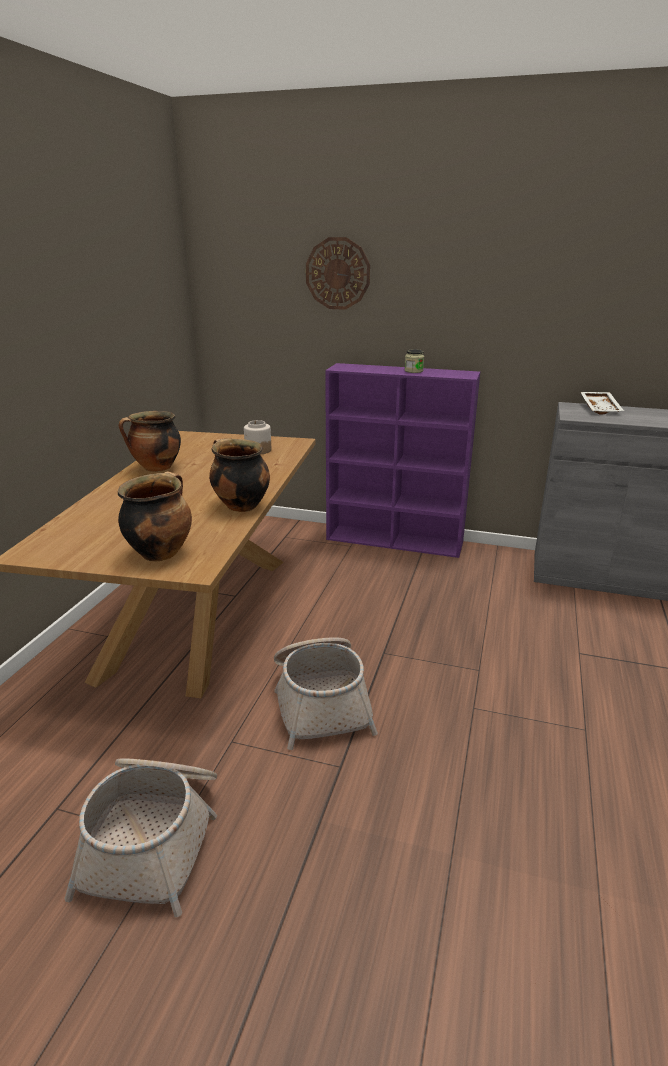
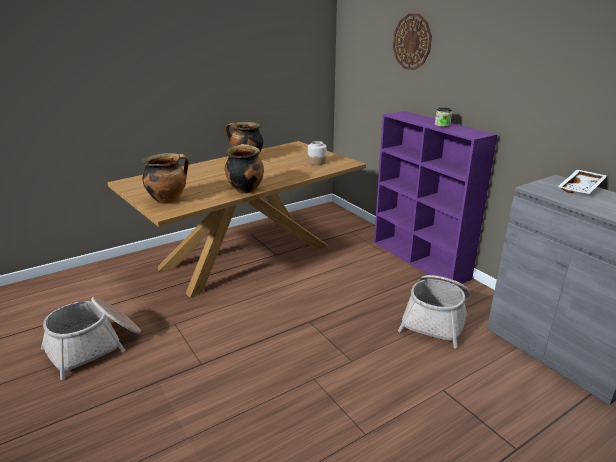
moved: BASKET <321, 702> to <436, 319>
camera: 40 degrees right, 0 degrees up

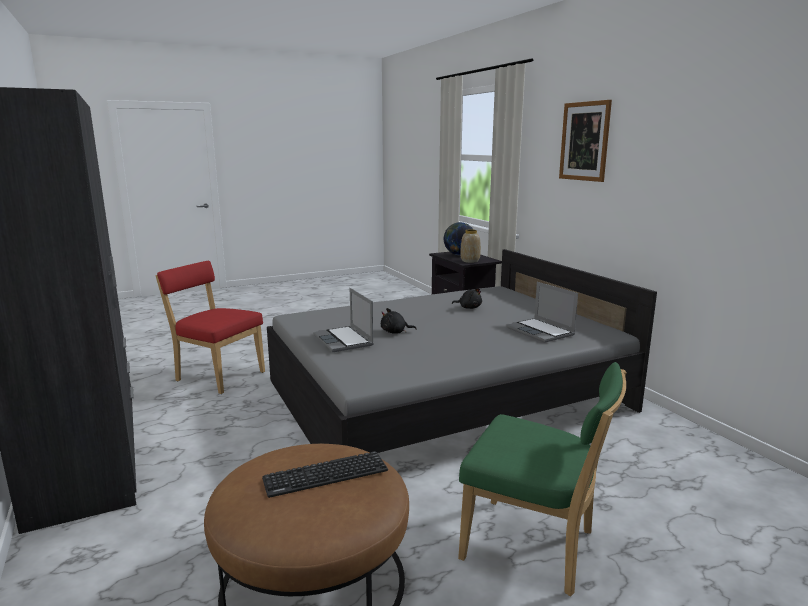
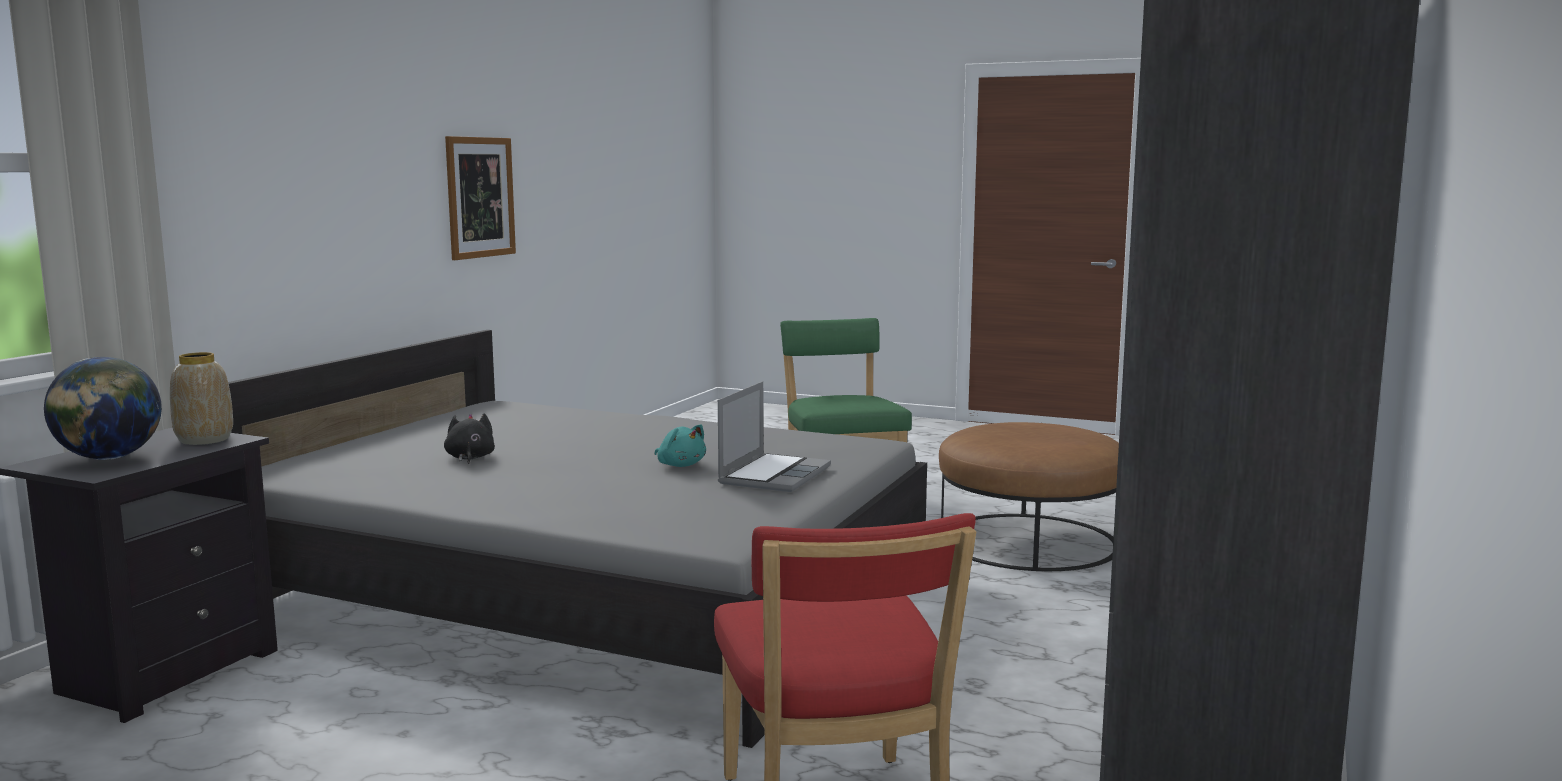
removed: PC KEYBOARD <326, 475>; PORTABLE COMPUTER <541, 332>
moved: WALL ART <584, 141> to <480, 197>
recoloured: BLACK-COLOURED SOFT TOY <395, 332> to TURQUOISE SOFT TOY <680, 465>
camera: 130 degrees left, 5 degrees down

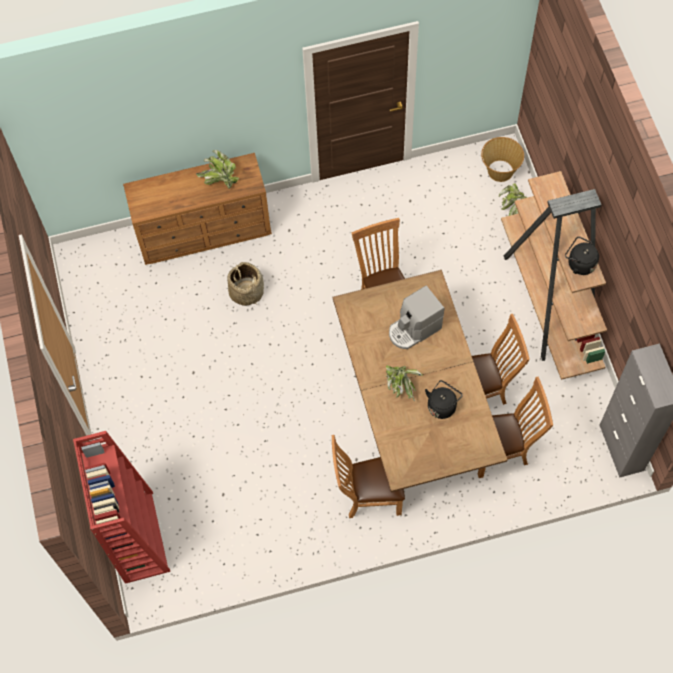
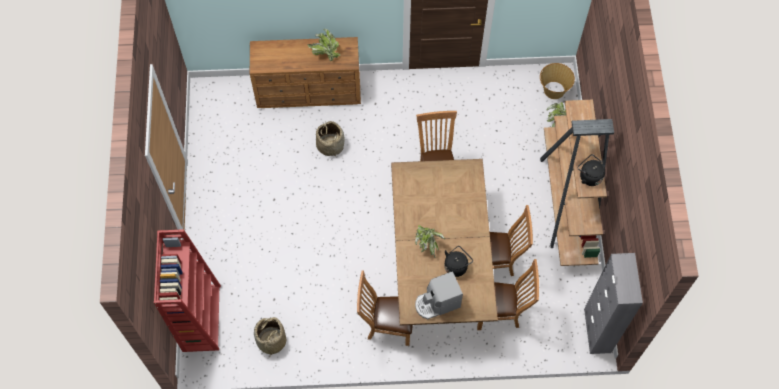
added: BASKET <271, 341>
moved: COFFEE MACHINE <414, 329> to <437, 303>
camera: 10 degrees right, 0 degrees up

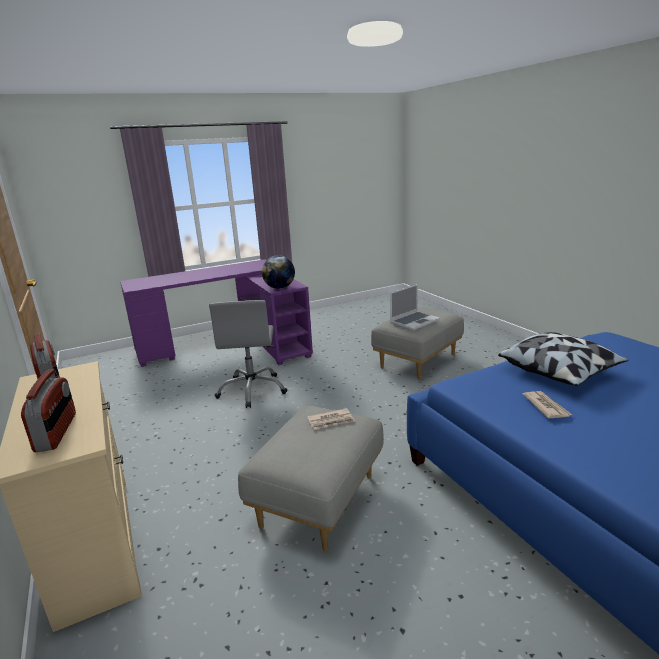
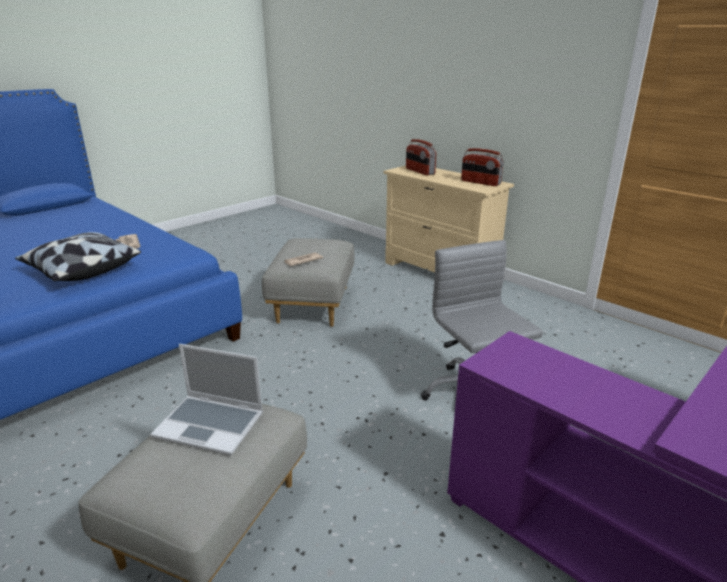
removed: DESK GLOBE <279, 288>
turned: PORTABLE COMPUTER <414, 321> = <211, 425> 105 degrees counterclockwise
camera: 160 degrees right, 5 degrees up

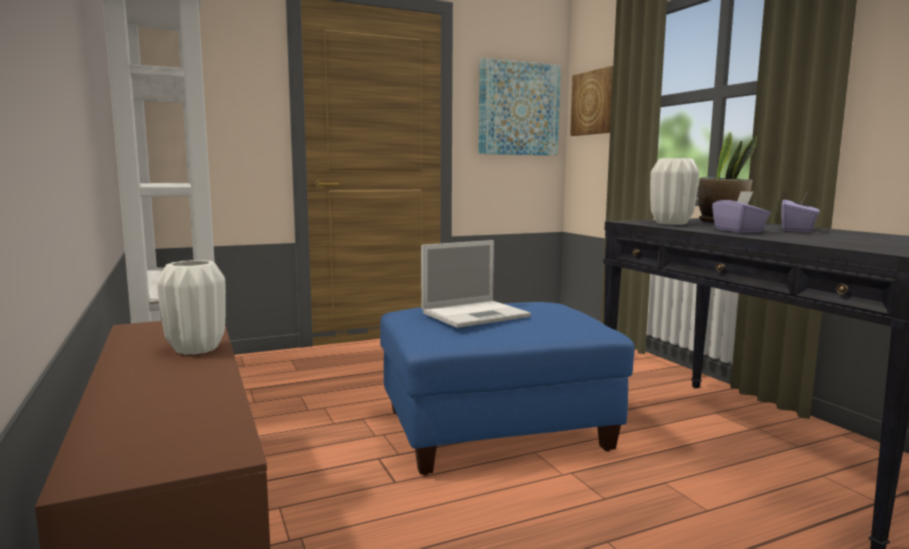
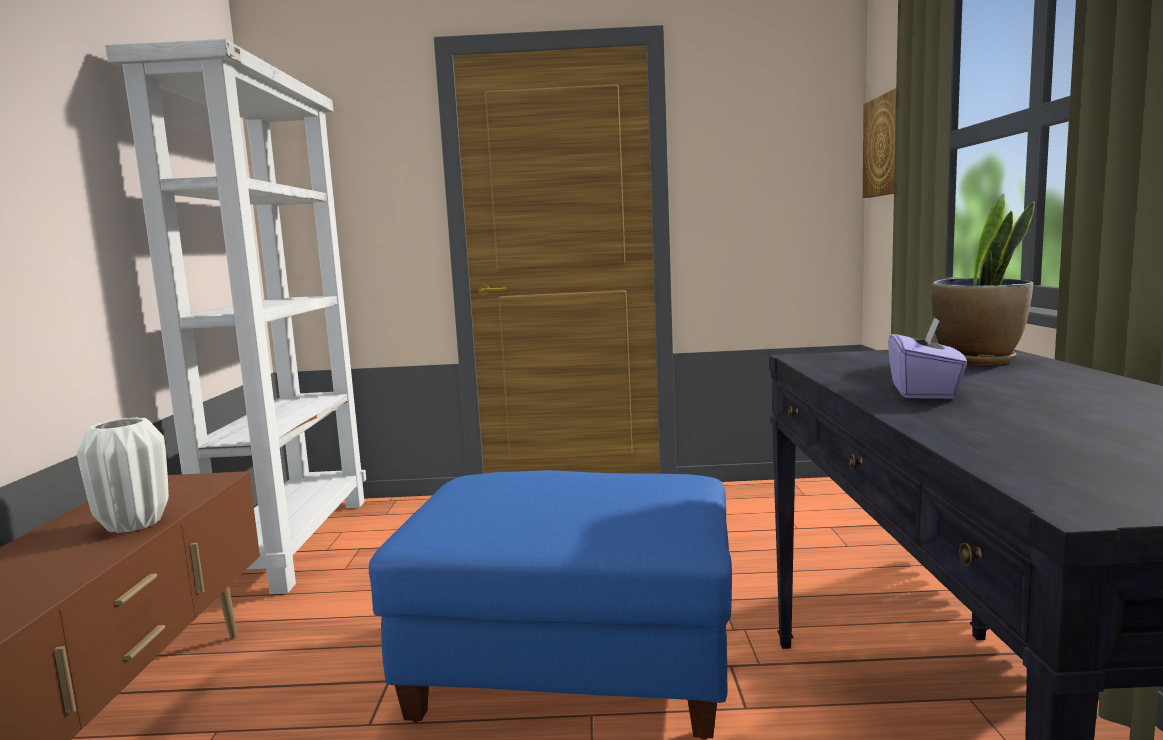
removed: PORTABLE COMPUTER <476, 314>; WALL ART <518, 109>; WHITE DECORATIVE VASE <671, 223>; PURPLE-COLOURED BOX OF TISSUES <797, 230>
camera: 25 degrees right, 0 degrees up

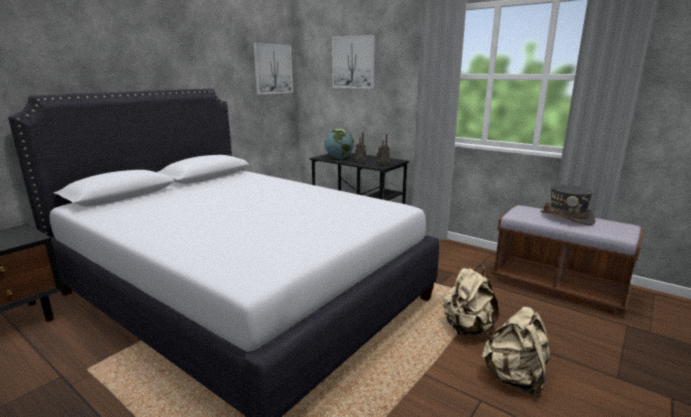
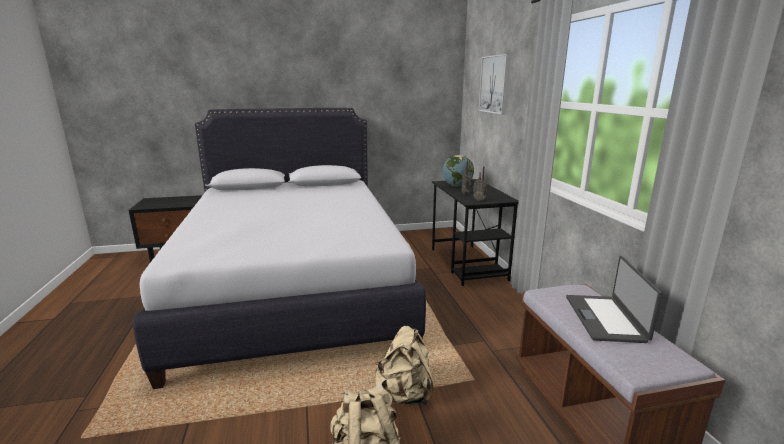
removed: WALL ART <273, 69>
replaced: GREYISH HAT <566, 217> to PORTABLE COMPUTER <605, 318>
camera: 40 degrees right, 0 degrees up

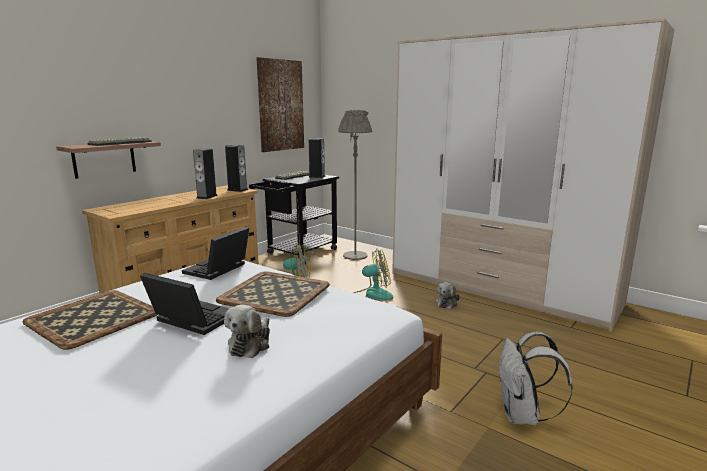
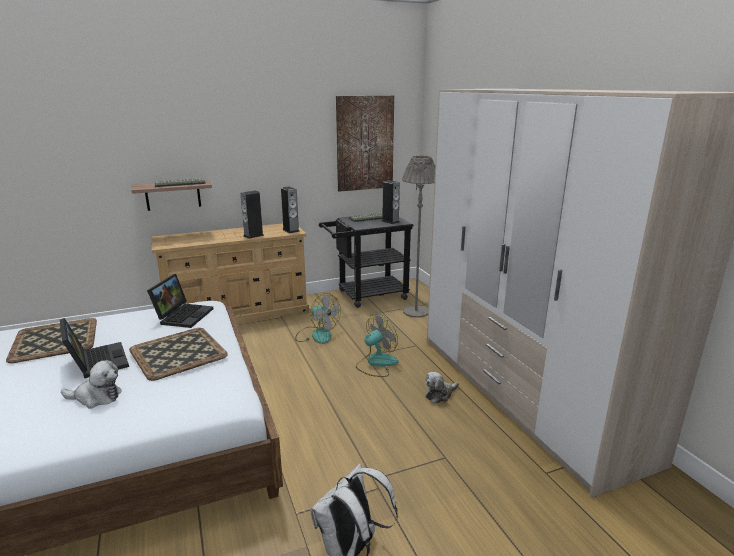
turned: SOFT TOY <251, 344> = <96, 397> 135 degrees counterclockwise; PORTABLE COMPUTER <217, 270> = <183, 315> 135 degrees clockwise; COOLING FAN <372, 295> = <376, 363> 60 degrees counterclockwise
camera: 30 degrees right, 5 degrees up

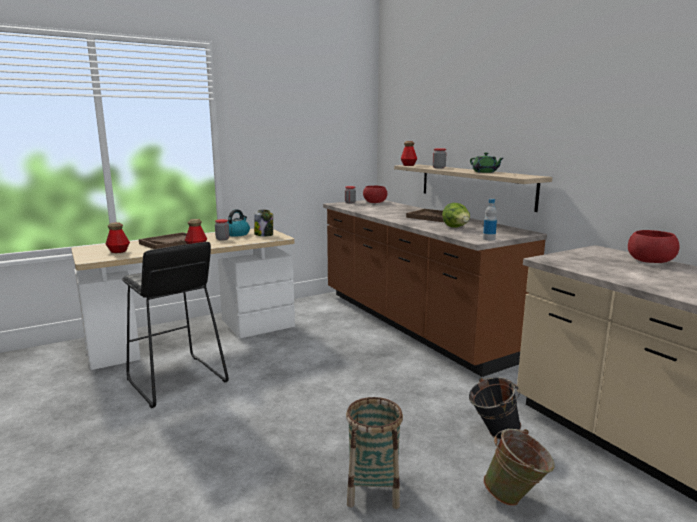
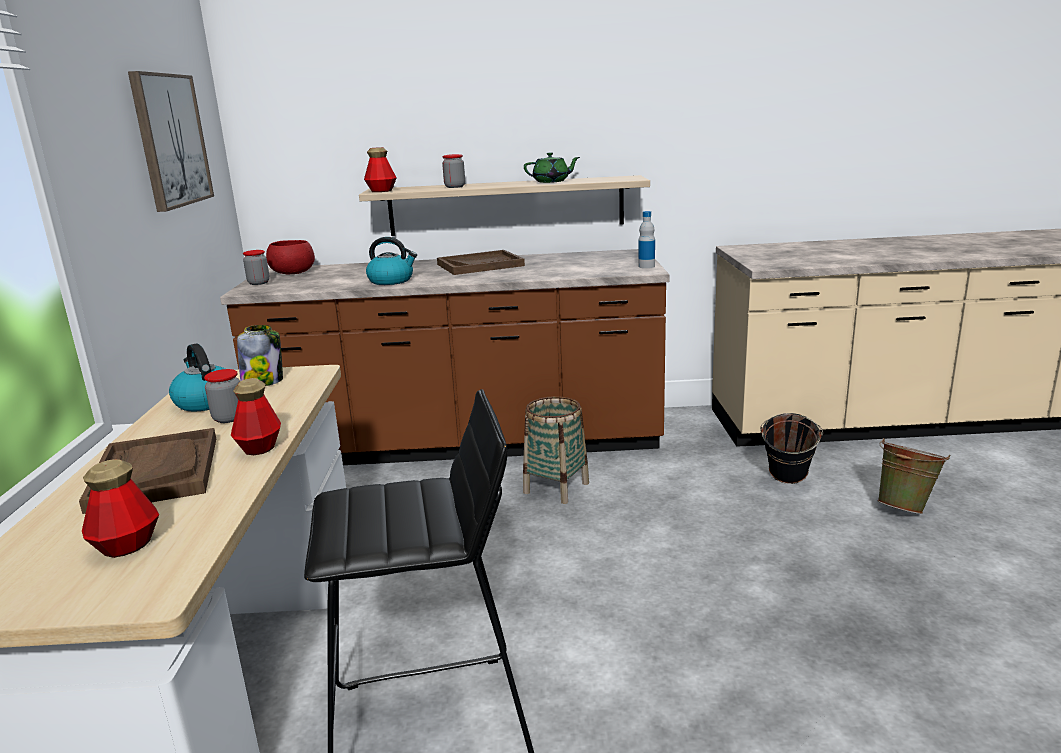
removed: LETTUCE HEAD <456, 228>; RED-COLOURED BOWL <649, 261>
added: WALL ART <170, 140>; TEA KETTLE <392, 281>
moved: BASKET <373, 490> to <556, 488>
camera: 60 degrees left, 5 degrees up

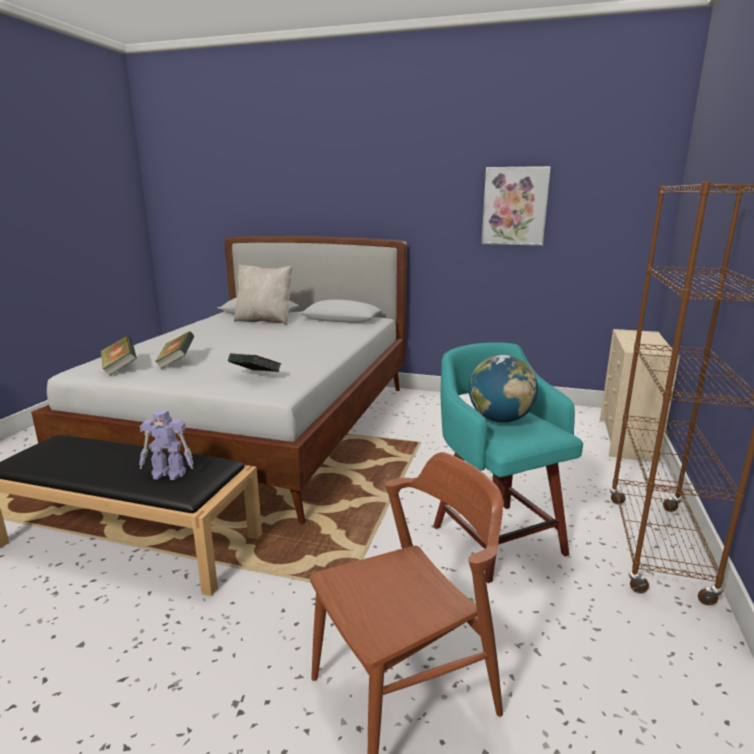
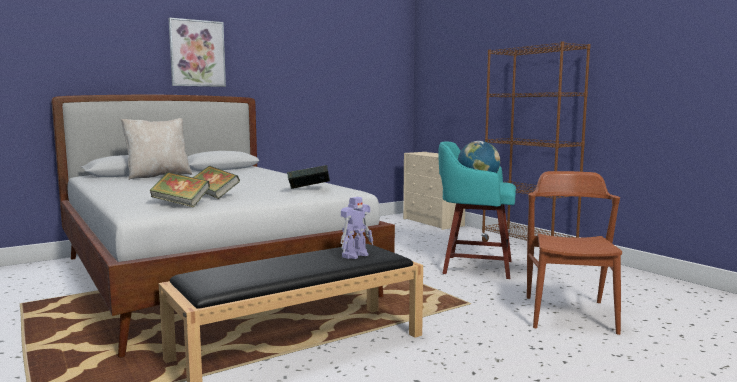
moved: WALL ART <514, 206> to <197, 53>
camera: 50 degrees left, 10 degrees down

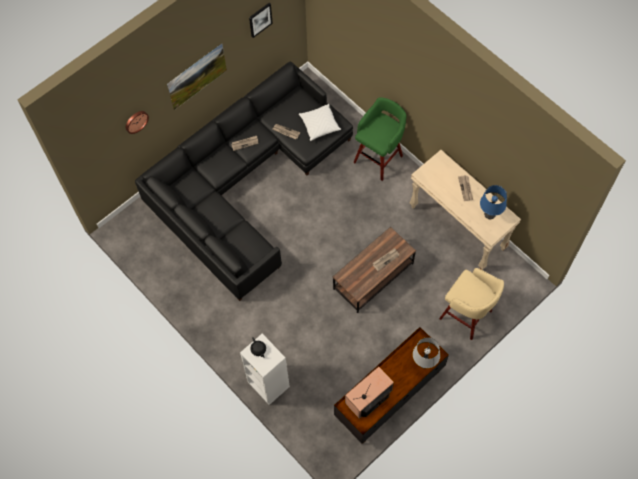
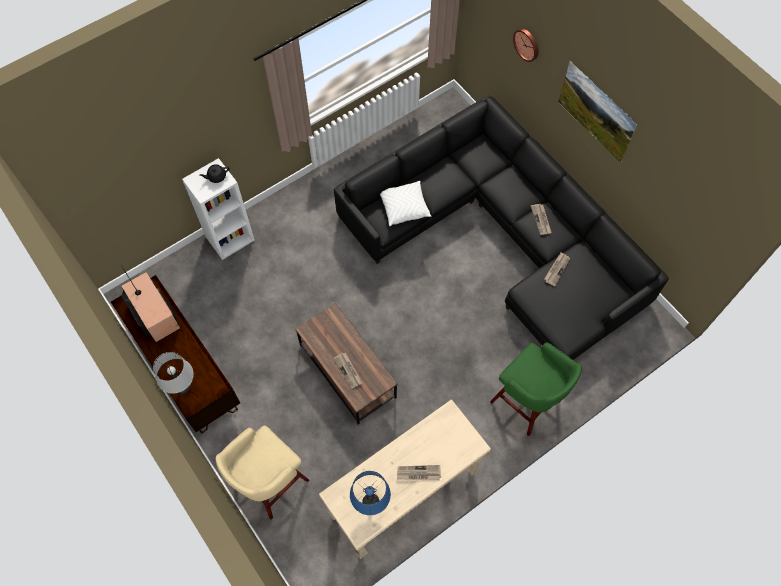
removed: WALL ART <260, 19>
moved: WHITE PILLOW <319, 125> to <404, 207>
camera: 95 degrees right, 0 degrees up

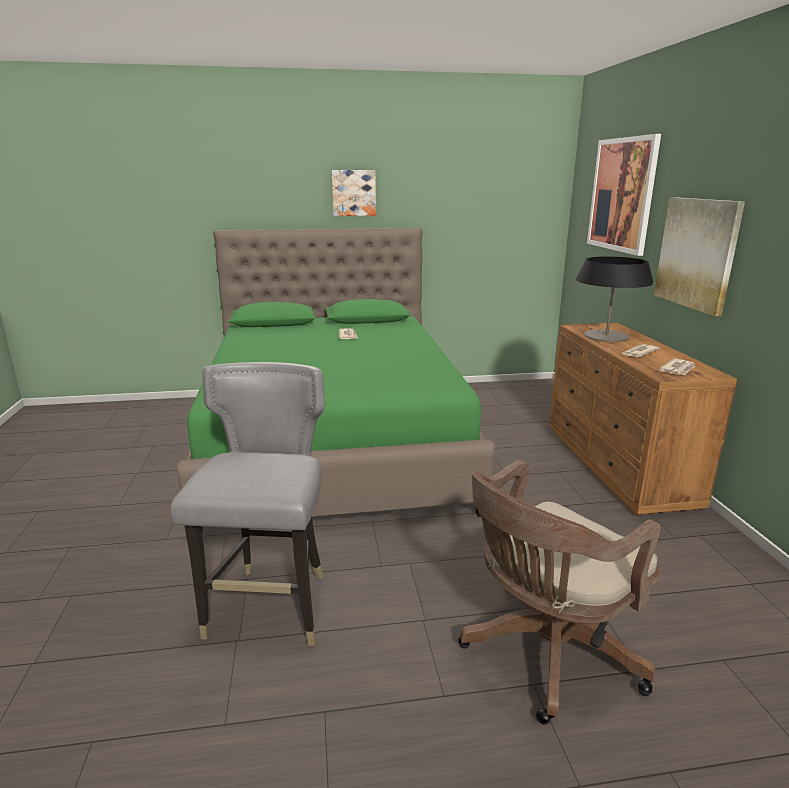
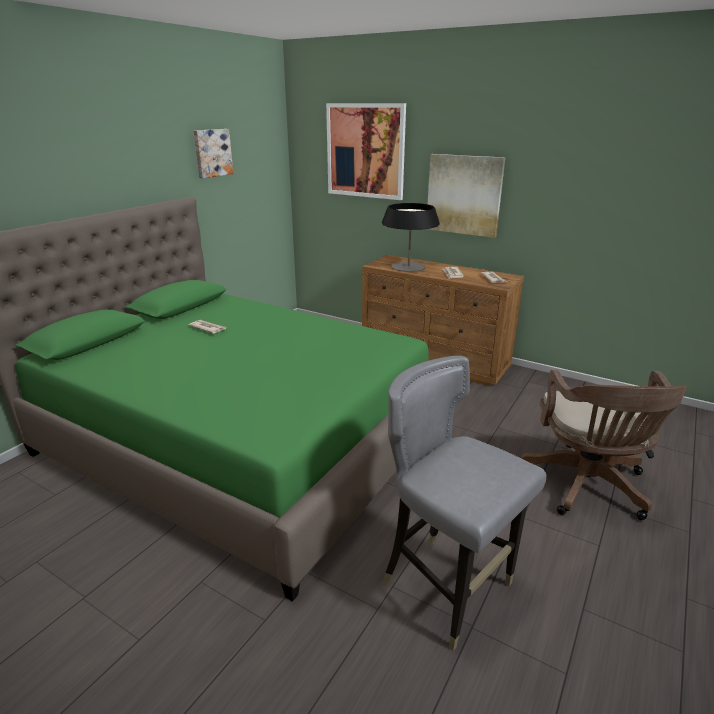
moved: WALL ART <353, 193> to <212, 153>
camera: 50 degrees left, 5 degrees up

